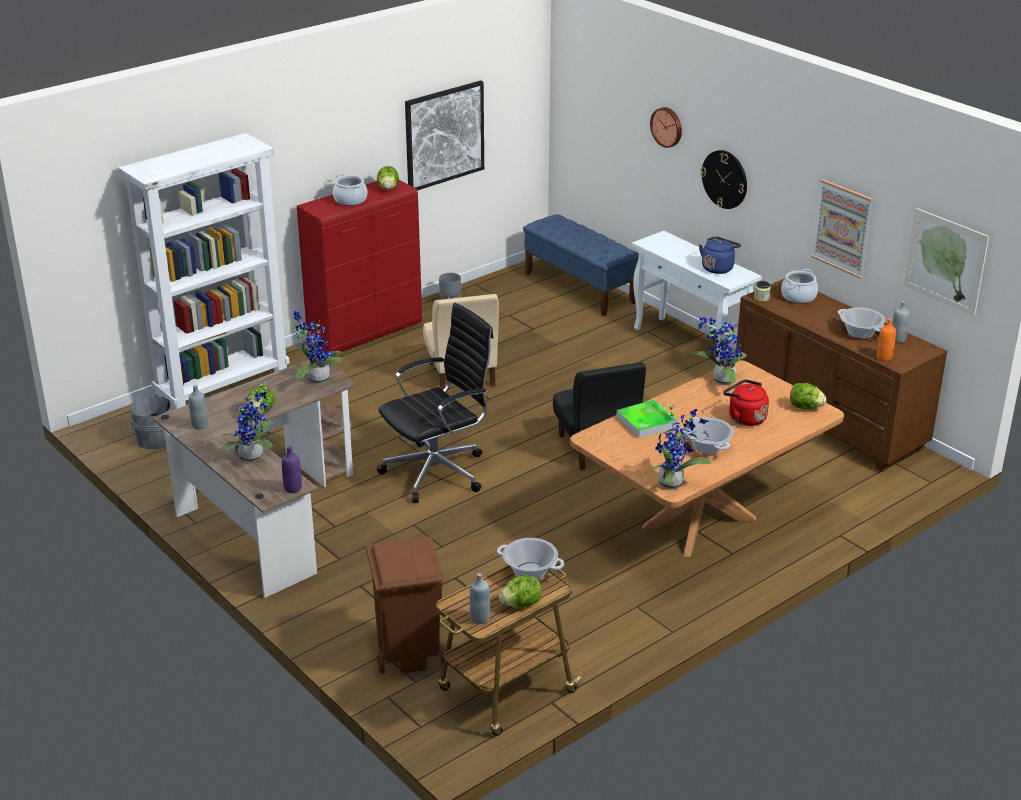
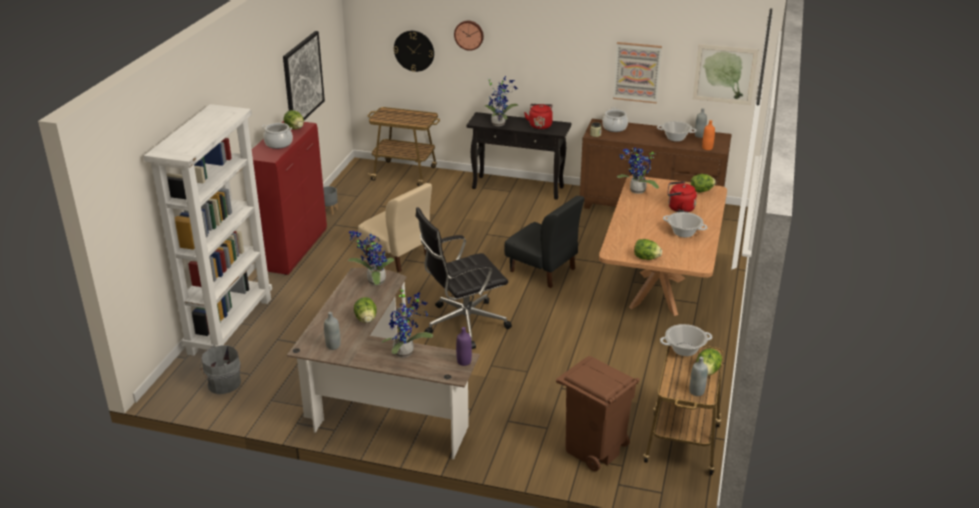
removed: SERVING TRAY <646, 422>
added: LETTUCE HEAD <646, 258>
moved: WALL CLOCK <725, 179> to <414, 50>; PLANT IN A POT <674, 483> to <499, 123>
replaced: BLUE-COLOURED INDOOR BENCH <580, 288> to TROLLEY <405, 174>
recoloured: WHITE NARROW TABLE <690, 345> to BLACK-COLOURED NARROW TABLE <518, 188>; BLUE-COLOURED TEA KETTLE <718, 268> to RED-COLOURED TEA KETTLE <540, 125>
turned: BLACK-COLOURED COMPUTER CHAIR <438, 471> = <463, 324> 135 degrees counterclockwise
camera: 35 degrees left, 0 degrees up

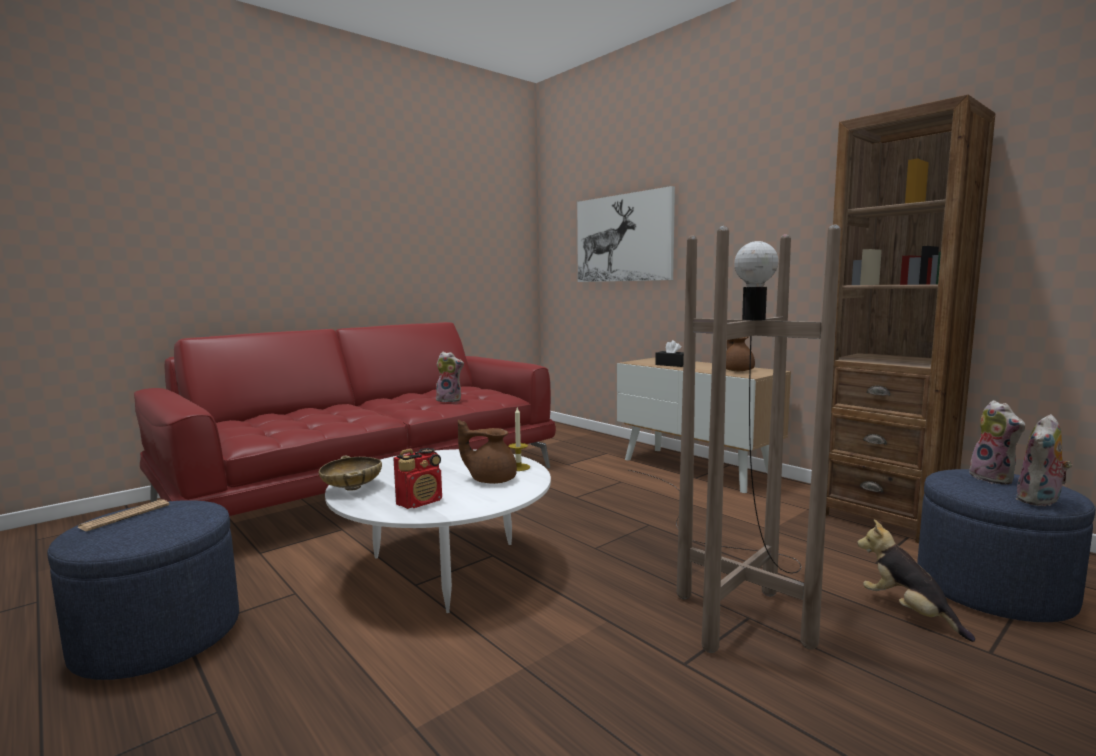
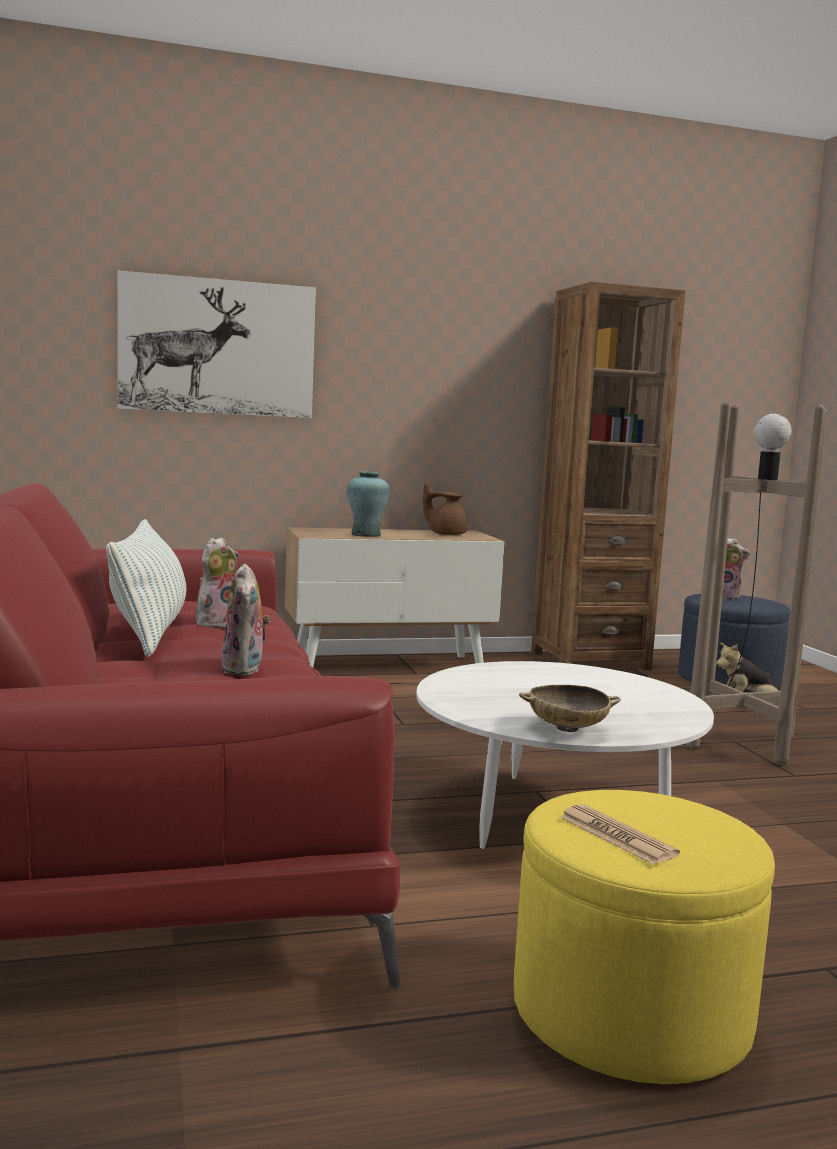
removed: RADIO SET <420, 502>; BROWN TEAPOT <491, 479>; WAX LIGHT <518, 467>
added: PILLOW <148, 633>
moved: SOFT TOY <1040, 501> to <245, 669>
replaced: BLACK-COLOURED BOX OF TISSUES <671, 365> to TURQUOISE DECORATIVE VASE <366, 534>
recoloured: BLUE-COLOURED POUFFE <158, 636> to YELLOWISH POUFFE <630, 1013>
camera: 65 degrees left, 0 degrees up

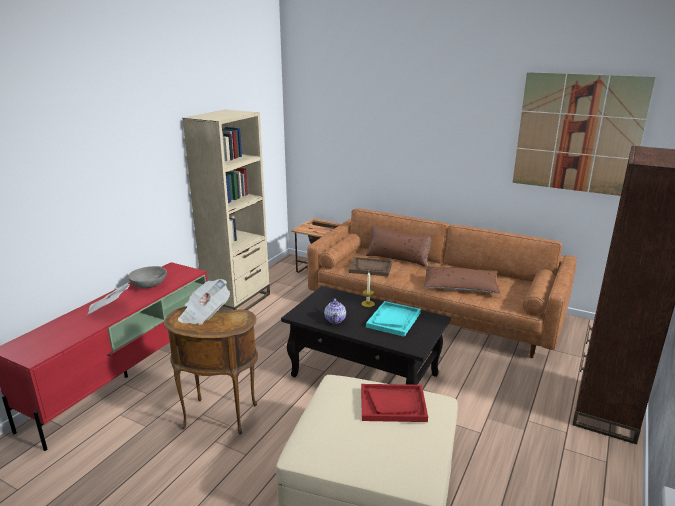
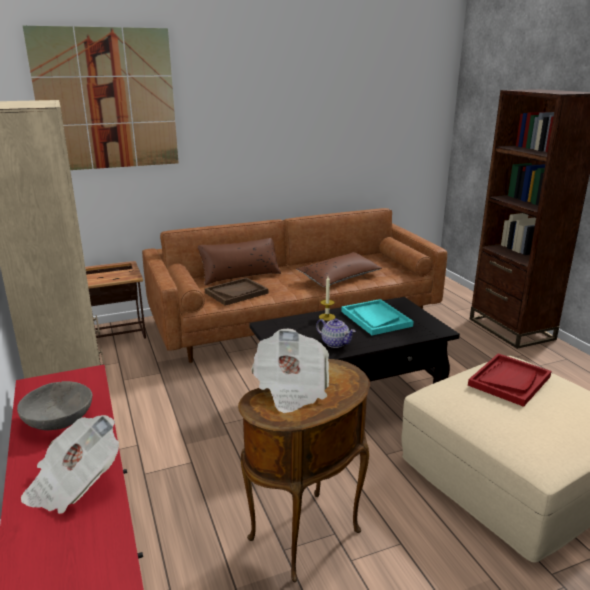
moved: WALL ART <578, 134> to <107, 100>
camera: 50 degrees left, 0 degrees up

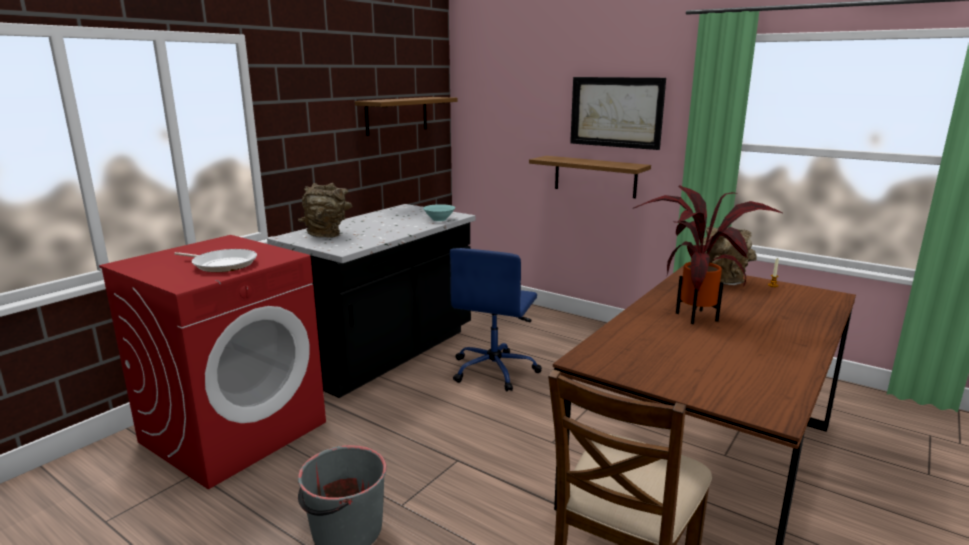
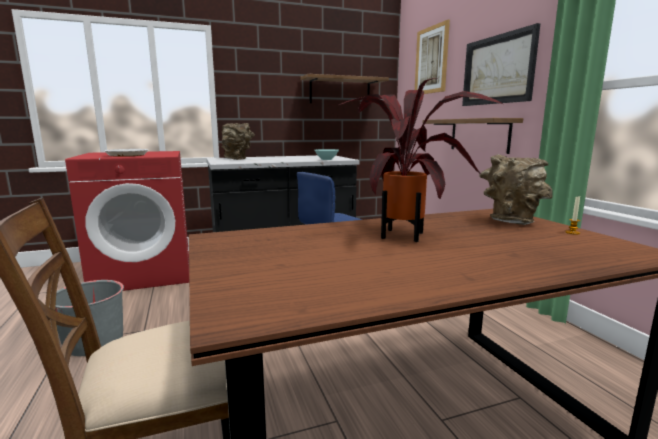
added: WALL ART <431, 60>
camera: 35 degrees right, 5 degrees down

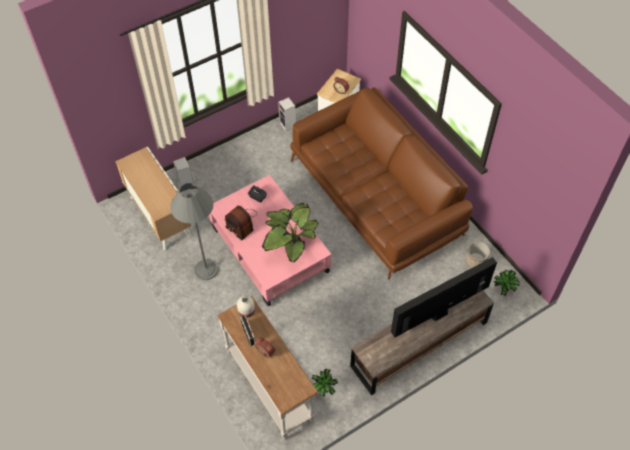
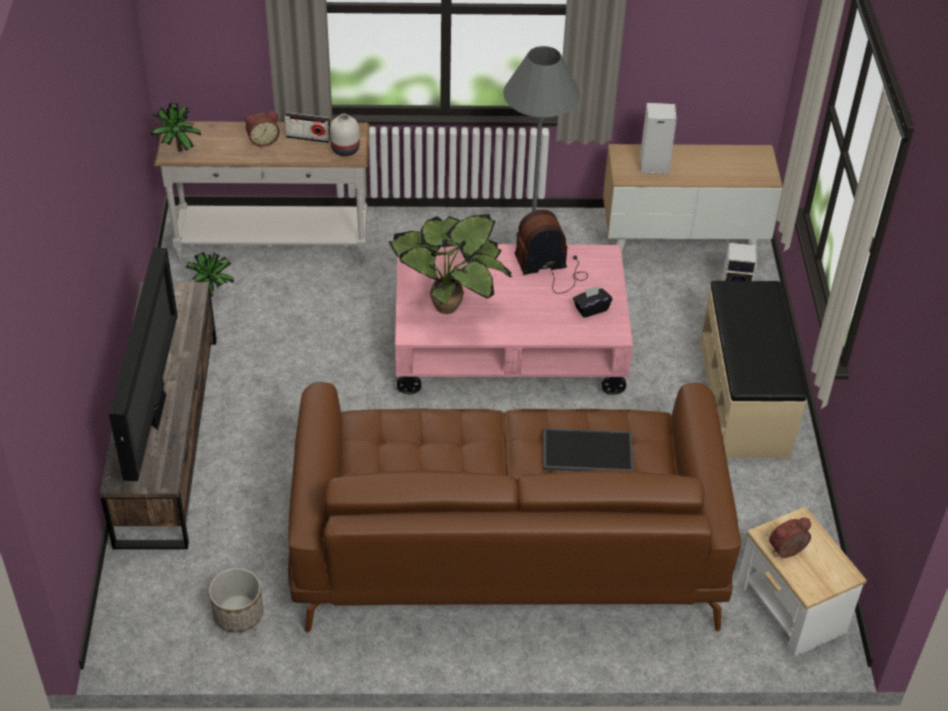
added: SERVING TRAY <587, 452>; BEIGE-COLOURED INDOOR BENCH <745, 398>
moved: PLANT IN A POT <504, 289> to <176, 151>; LOUDSPEAKER <288, 125> to <652, 166>
camera: 120 degrees right, 10 degrees down

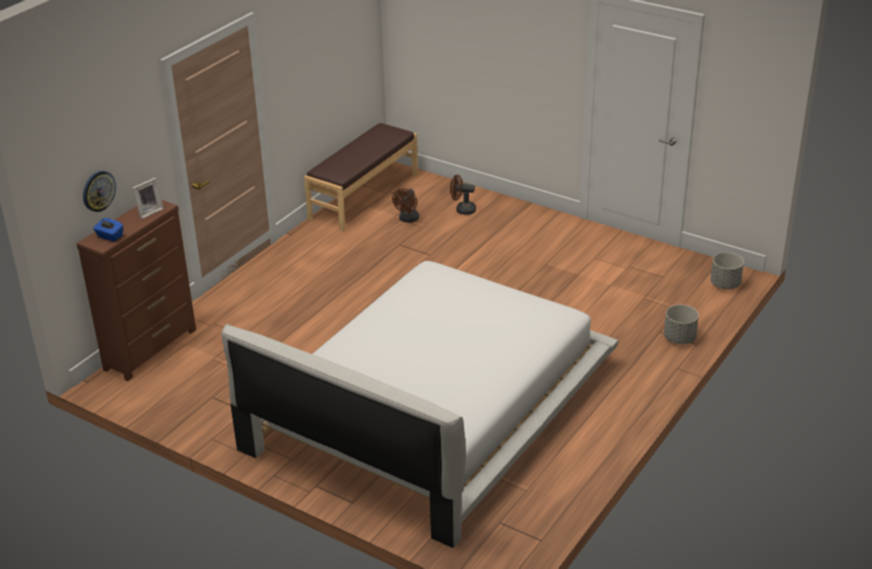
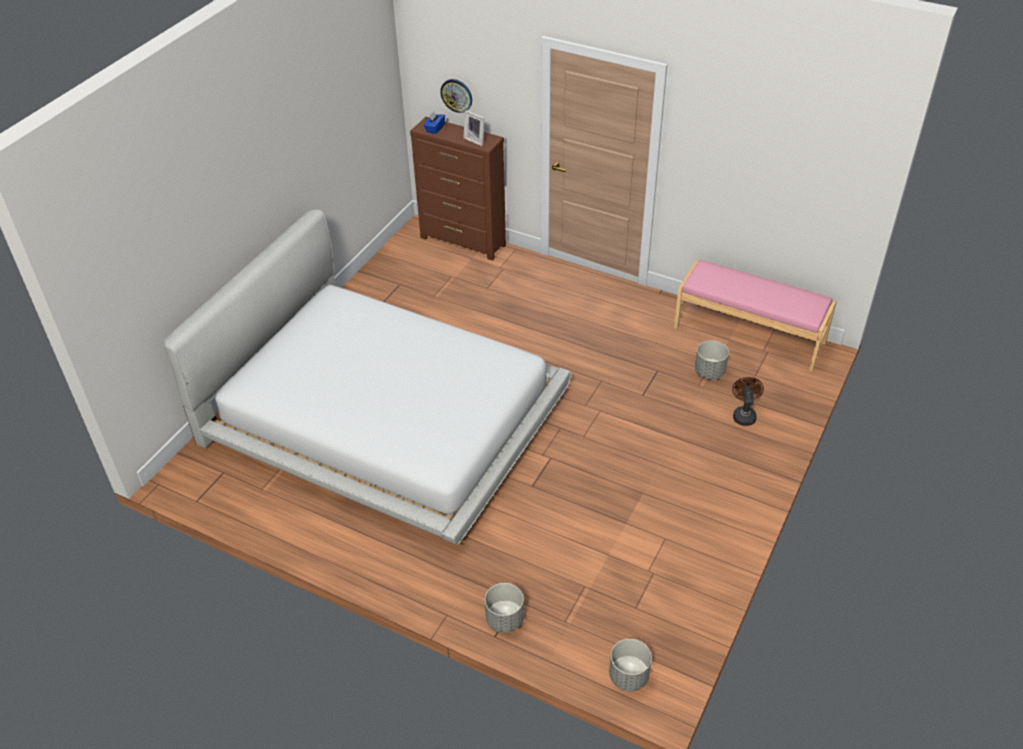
replaced: BROWN COOLING FAN <407, 220> to GREYISH PLANTER <709, 372>
recoloured: BROWN INDOOR BENCH <363, 196> to PINKISH INDOOR BENCH <749, 334>
camera: 85 degrees right, 10 degrees up

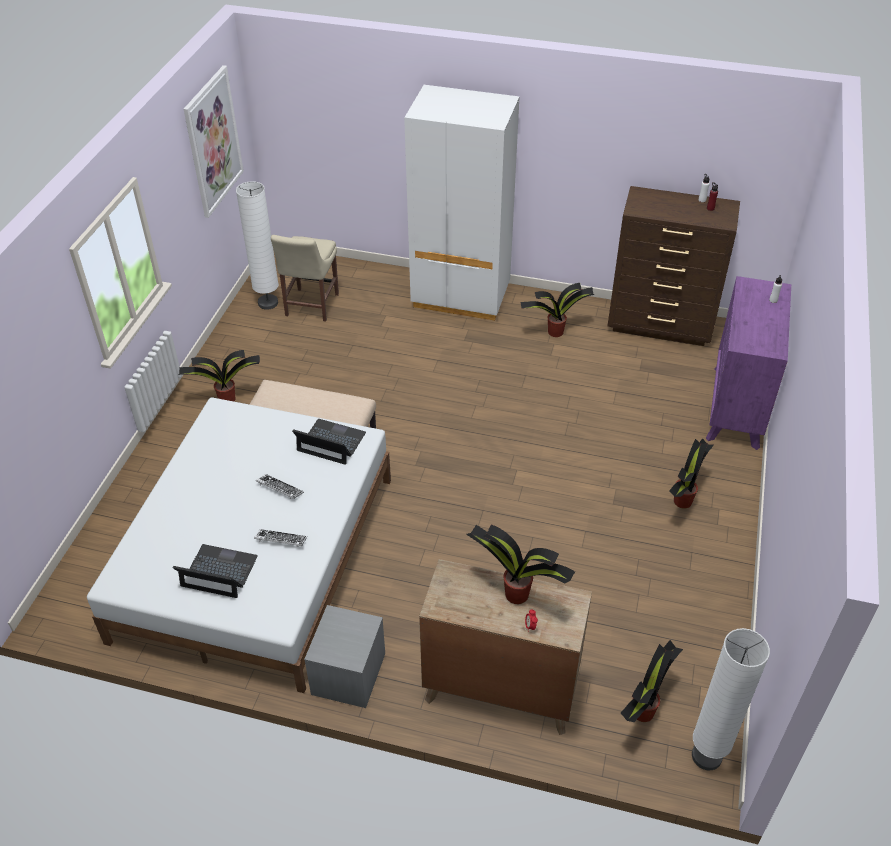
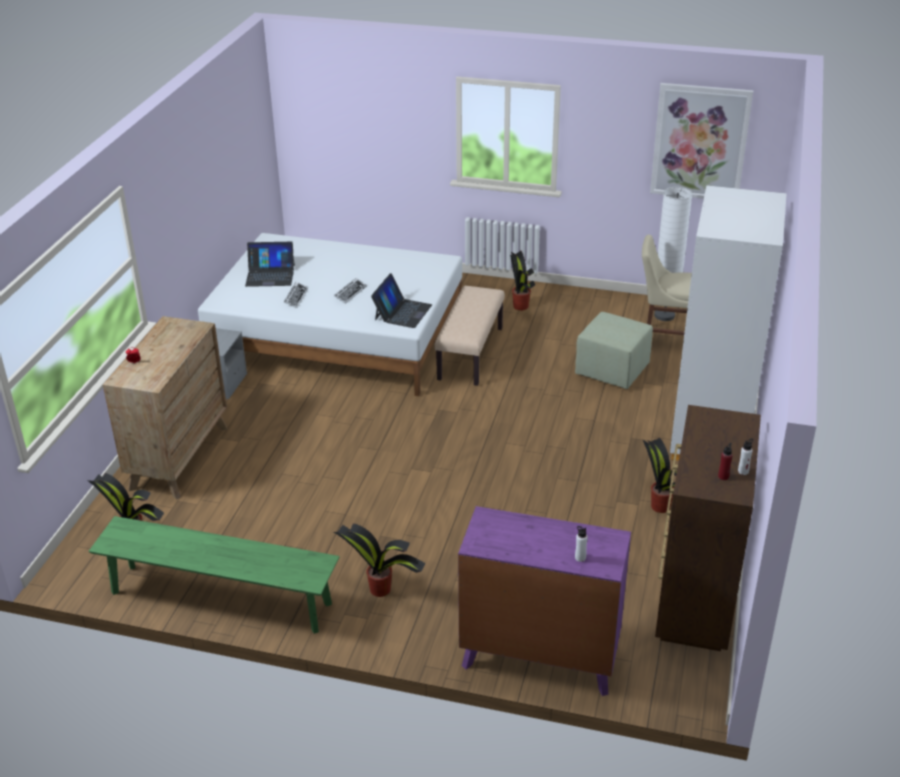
removed: PLANT IN A POT <515, 593>; WHITE FLOOR LAMP <706, 756>
added: GREENISH INDOOR BENCH <220, 598>; GREENISH POUFFE <613, 370>
turned: PORTABLE COMPUTER <219, 572> = <270, 275> 75 degrees clockwise
camera: 90 degrees right, 10 degrees down

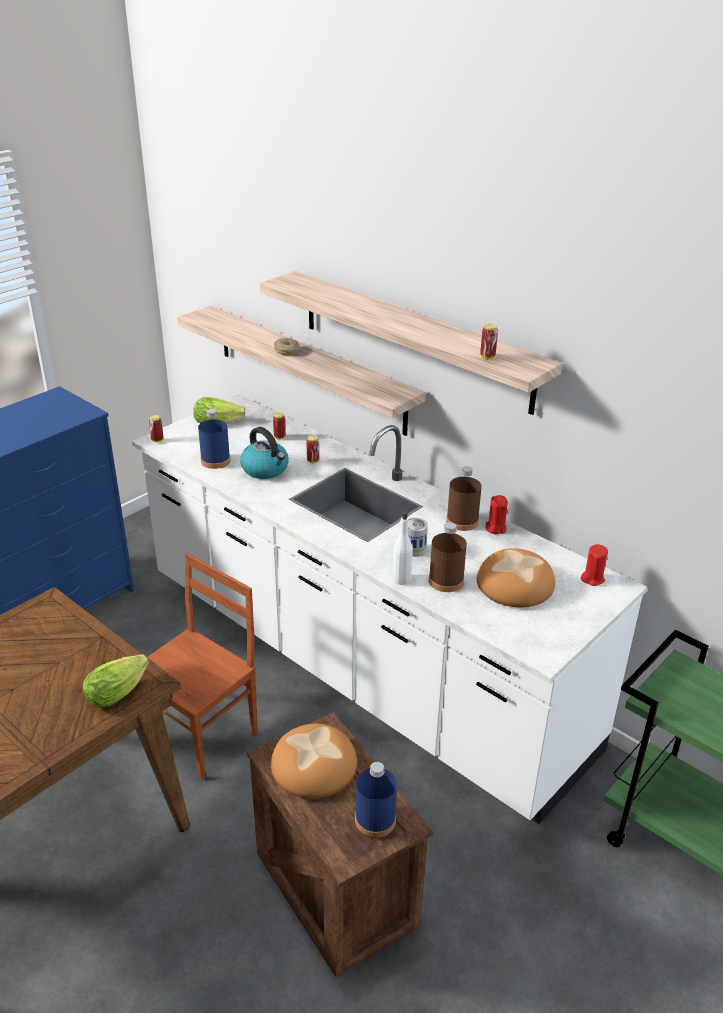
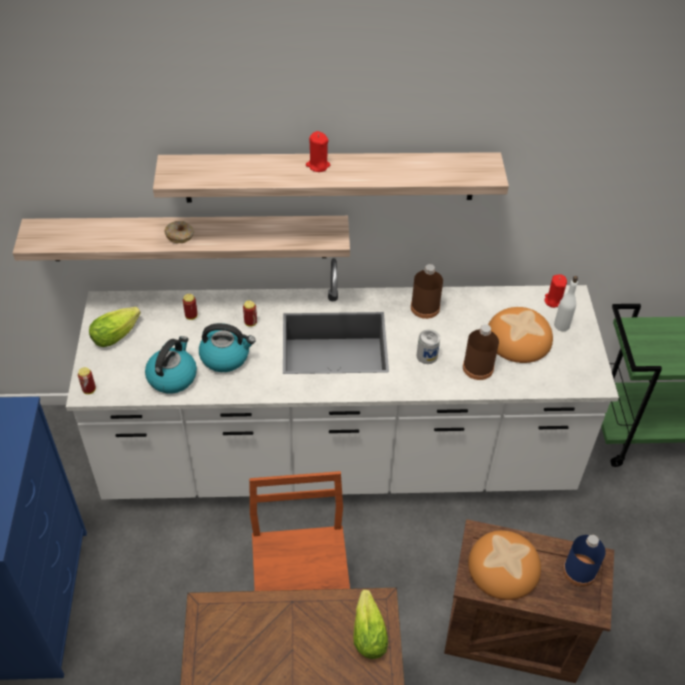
removed: CAN <487, 357>
moved: RED-COLOURED WAX LIGHT <495, 528> to <318, 165>; WHITE BEVERAGE BOTTLE <401, 579> to <561, 325>
replaced: BLUE-COLOURED BEVERAGE BOTTLE <215, 461> to TEA KETTLE <172, 376>
camera: 45 degrees left, 15 degrees up

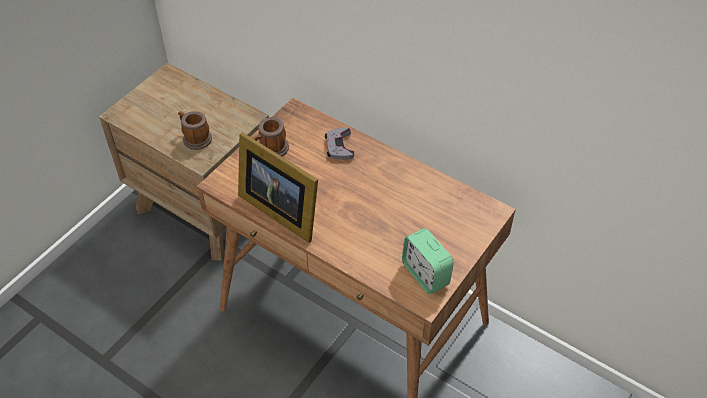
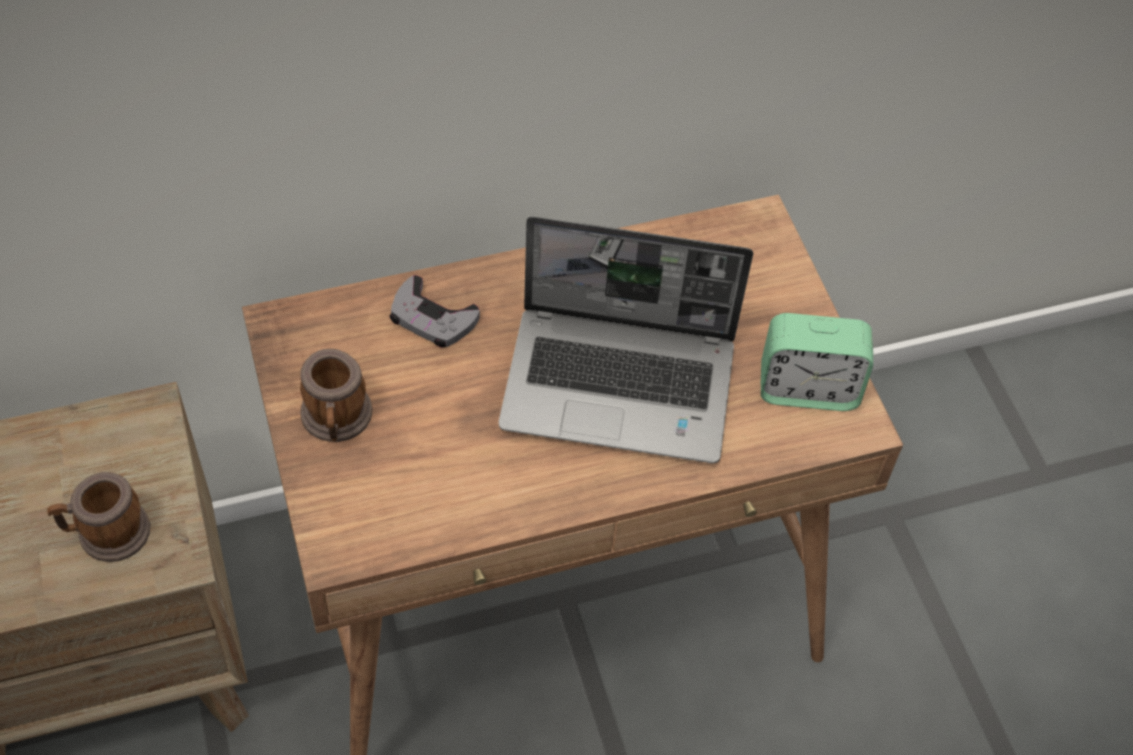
removed: STANDING FRAME <280, 208>
added: PORTABLE COMPUTER <622, 385>
camera: 55 degrees left, 5 degrees up

